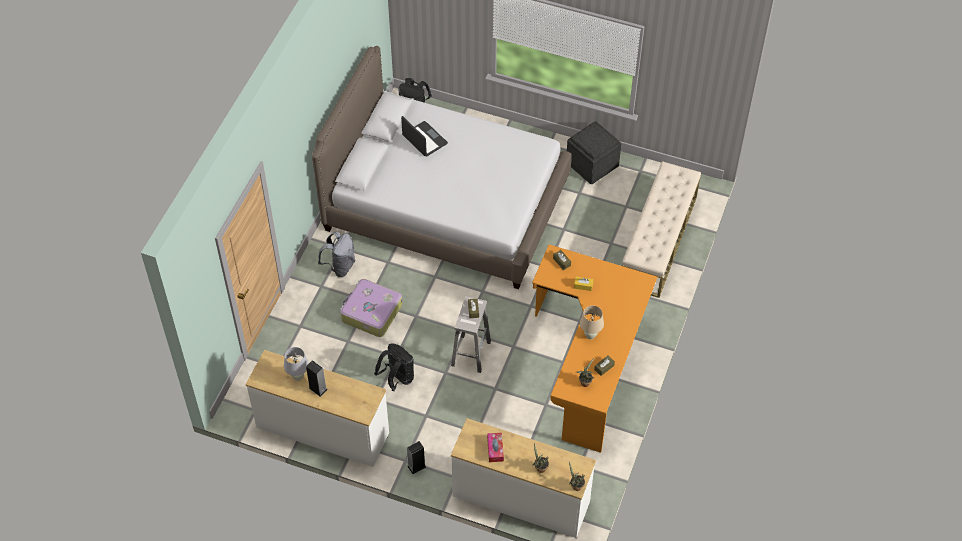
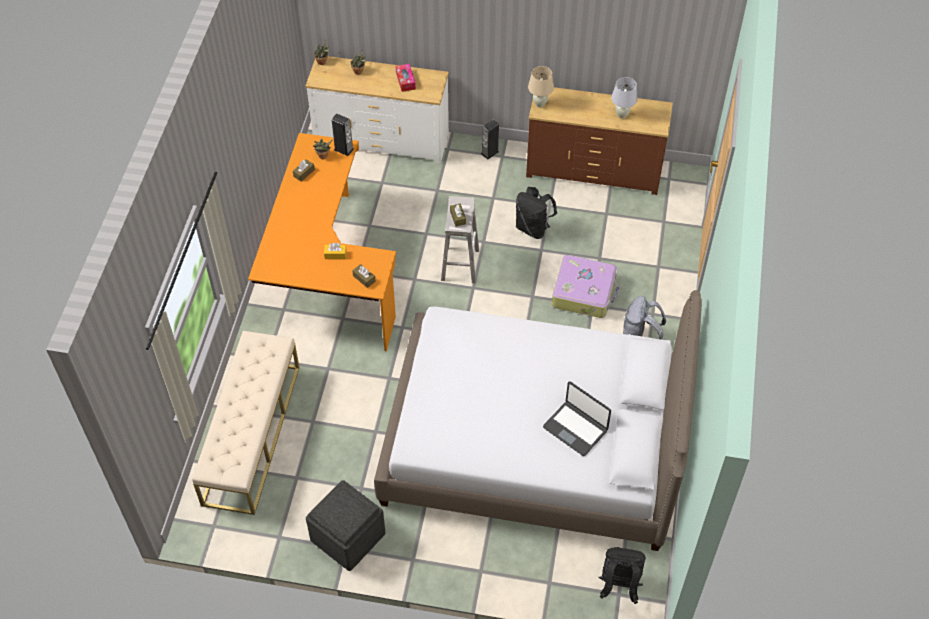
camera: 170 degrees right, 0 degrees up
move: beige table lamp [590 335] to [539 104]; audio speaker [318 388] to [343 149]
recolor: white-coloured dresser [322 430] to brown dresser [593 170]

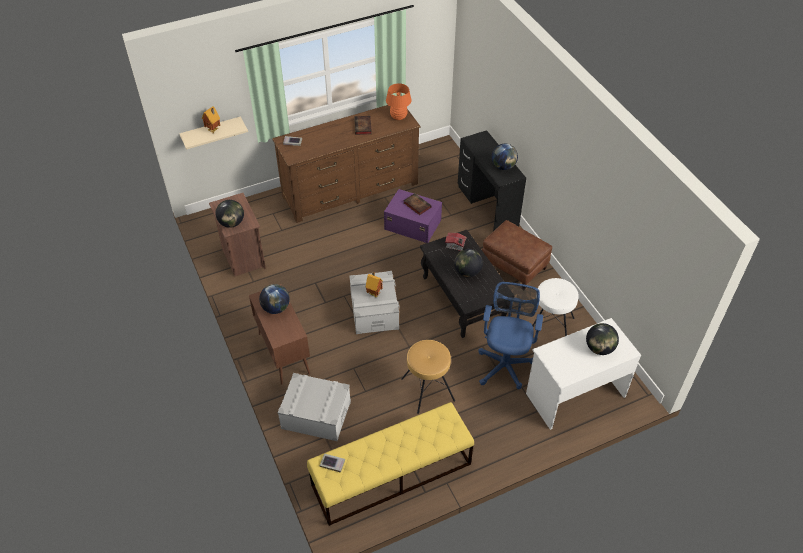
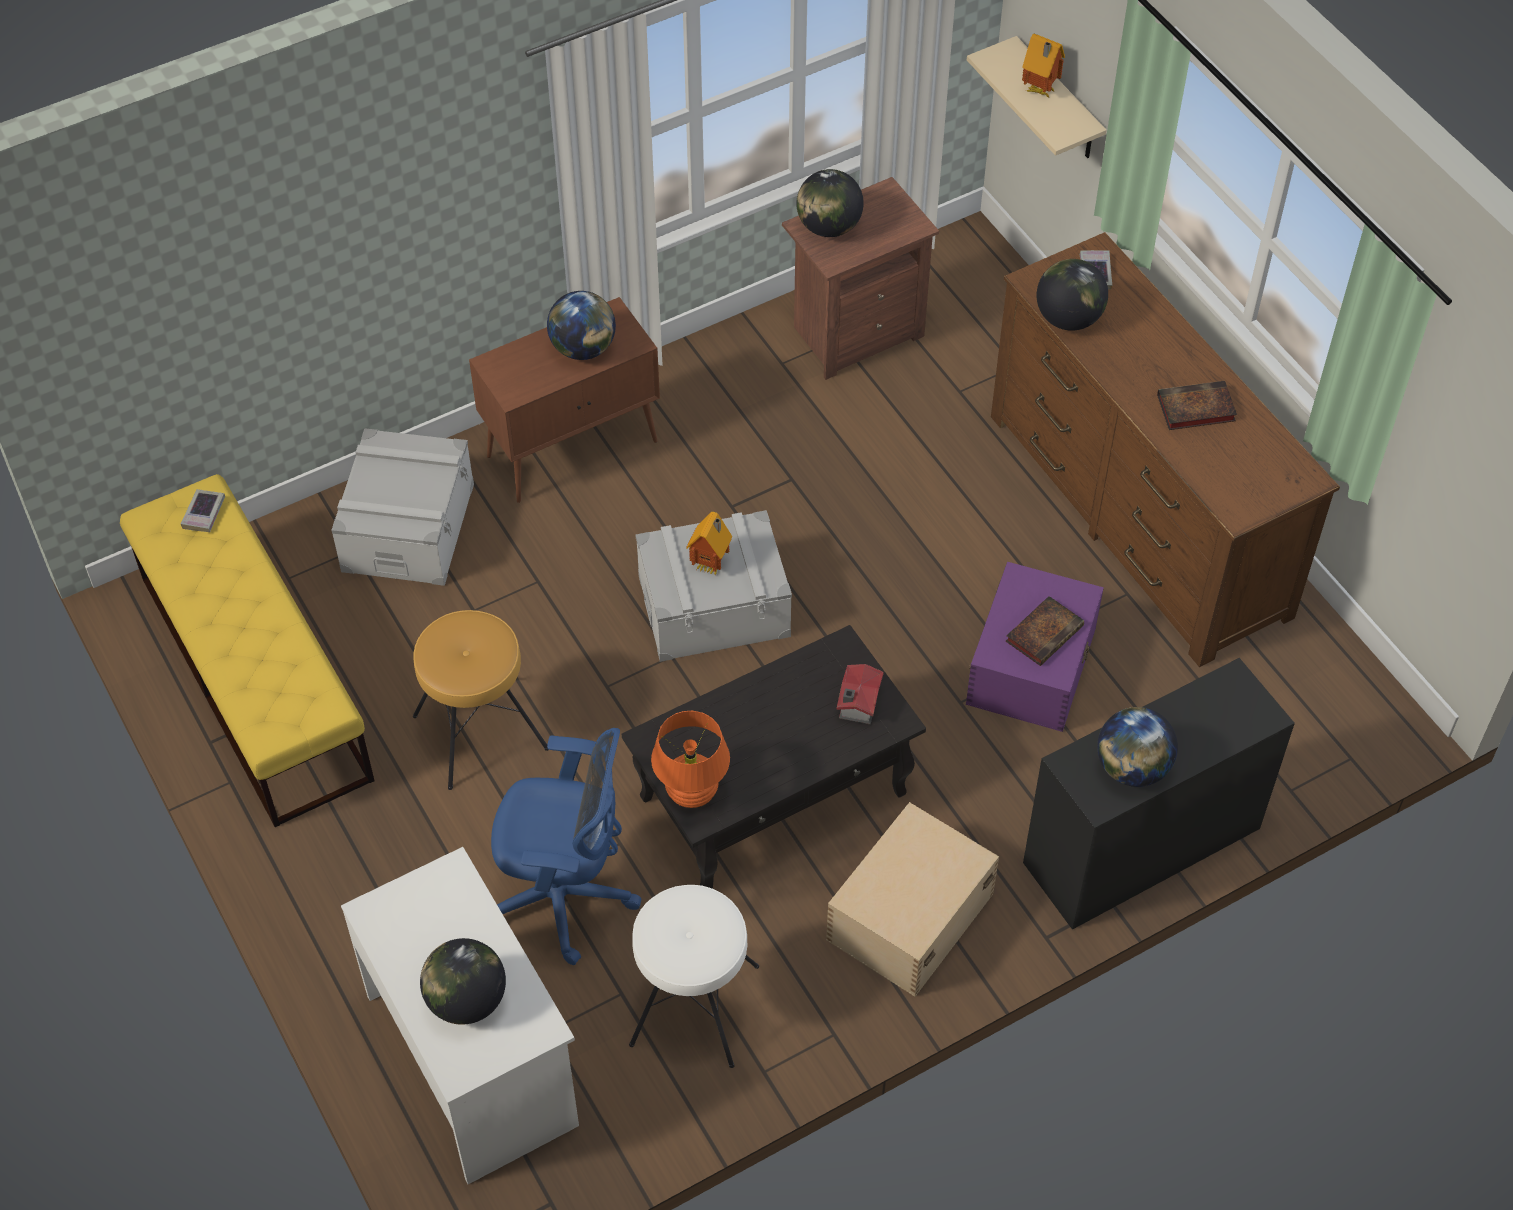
camera: 85 degrees right, 5 degrees up
move: orange table lamp [398 117] to [691 793]; desk globe [467 272] to [1068 318]
replace: brown ottoman [514 266] to beige storage container [908 917]

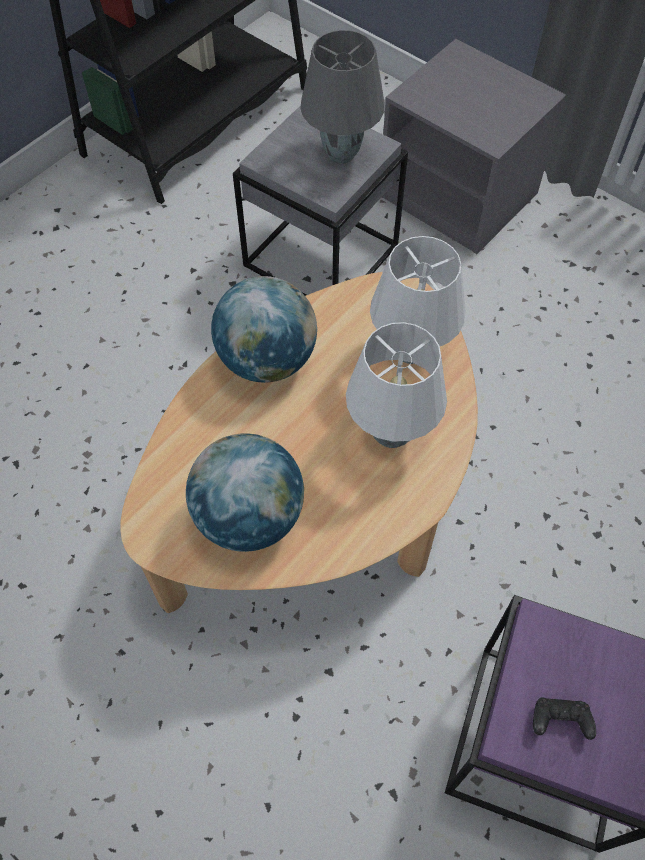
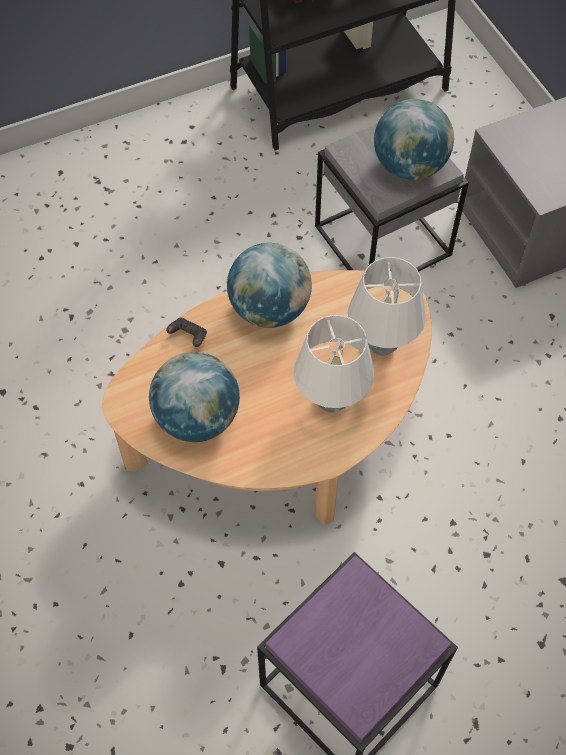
camera: 25 degrees right, 0 degrees up
move: black joypad [559 721] to [188 336]
replace: gray table lamp [342 154] to desk globe [409 166]

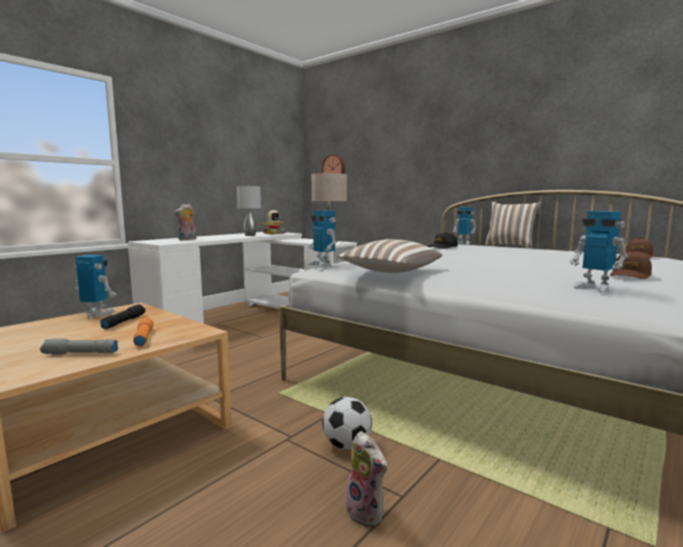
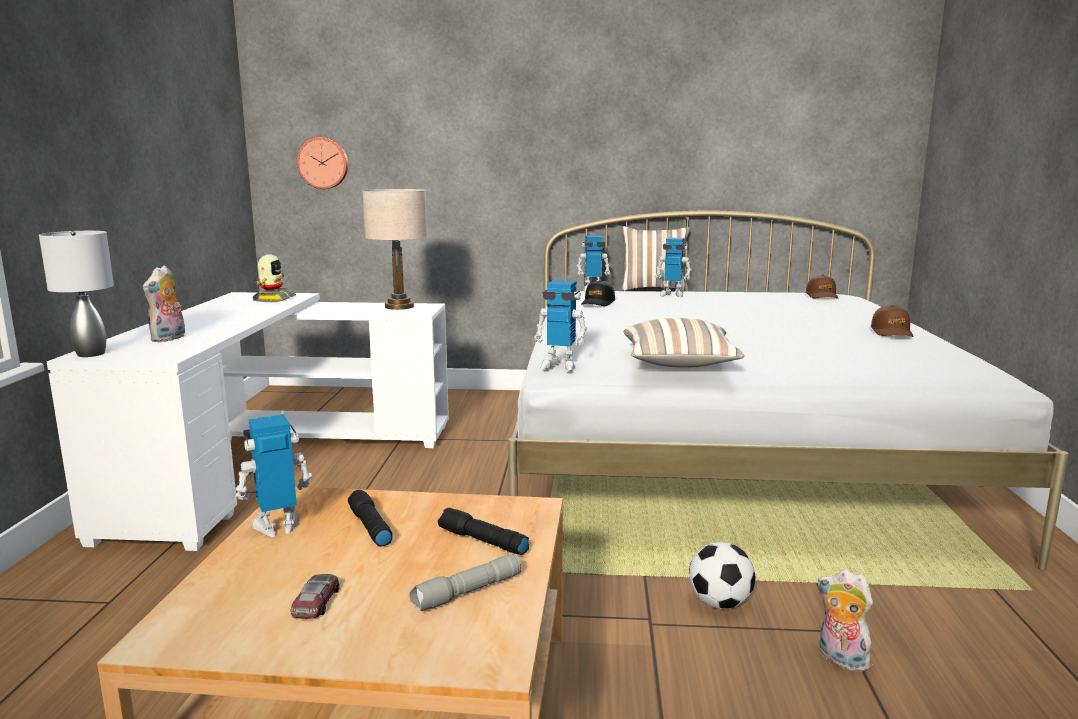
camera: 35 degrees left, 5 degrees up
insert: model car [316 602]
move: gray table lamp [250 235] to [92 354]; model robot [595 288] to [672 294]
recolor: orange torch [143 338] to black torch [481 541]
rotate: plush toy [367 512] = [840 659] 150 degrees counterclockwise

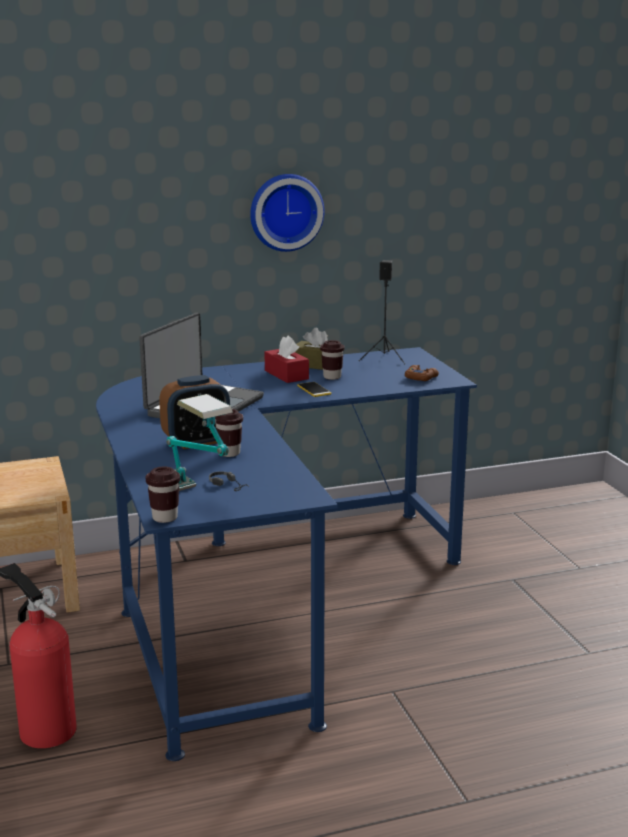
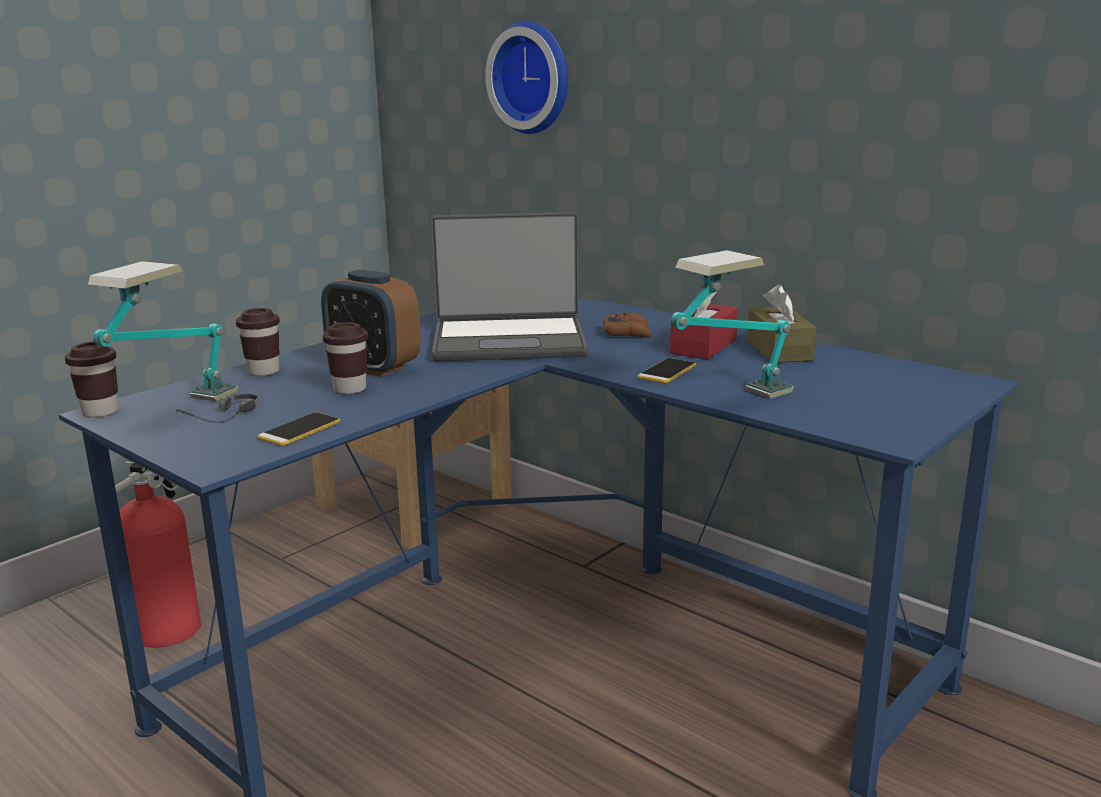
camera: 60 degrees right, 0 degrees up
delete: black audio speaker [384 358]
insert: table lamp [730 402]; telephone [299 430]
move: clock on the wall [285 212] to [533 78]; brown cup [332 377] to [263 371]; brown joypad [420 378] to [627 333]

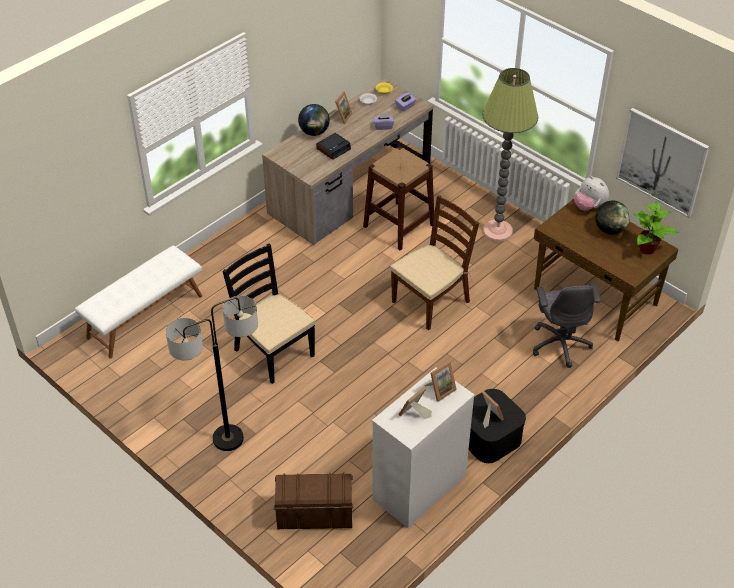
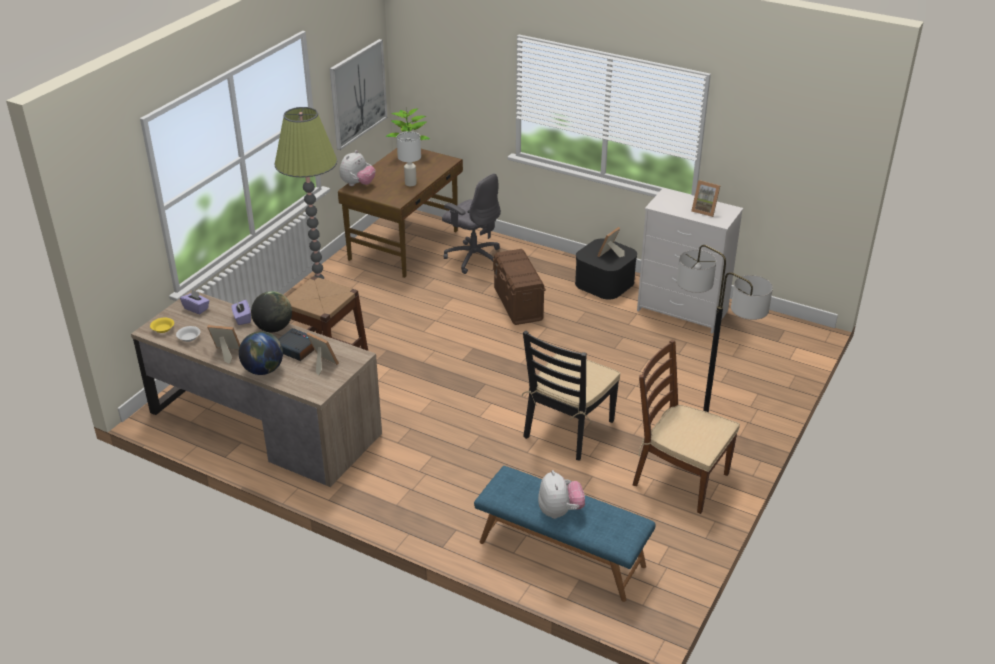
camera: 105 degrees left, 10 degrees down
insert: white-coloured table lamp [411 183]; plush toy [560 511]
move: brown plain chair [431 301] to [679 479]; desk globe [609 230] to [274 328]; picture frame [440 390] to [322 364]; brown storage container [314 515] to [518 304]
recolor: white-coloured bench [144 316] to blue bench [561 554]
rotate: gray computer chair [560 343] = [473 258] 60 degrees clockwise

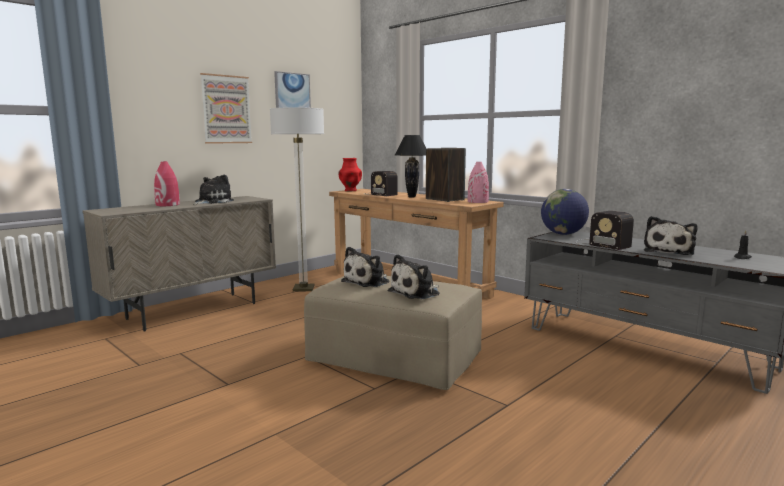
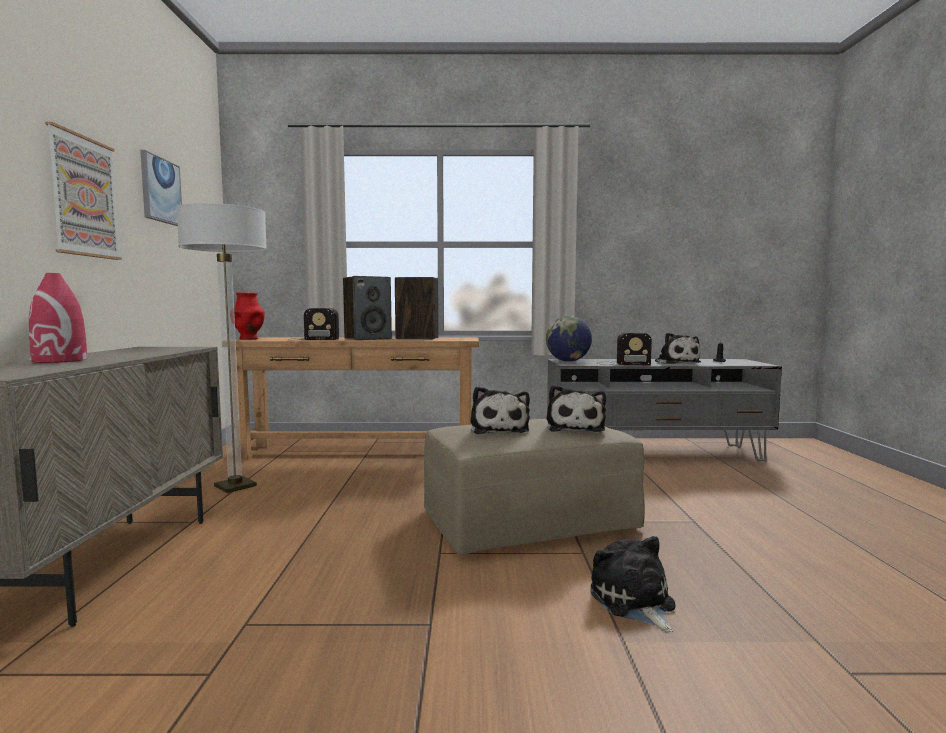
camera: 45 degrees left, 5 degrees down
delete: pink-coloured flower vase [478 201]
move: plush toy [212 202] to [633 602]
replace: black table lamp [412 197] to audio speaker [368 339]

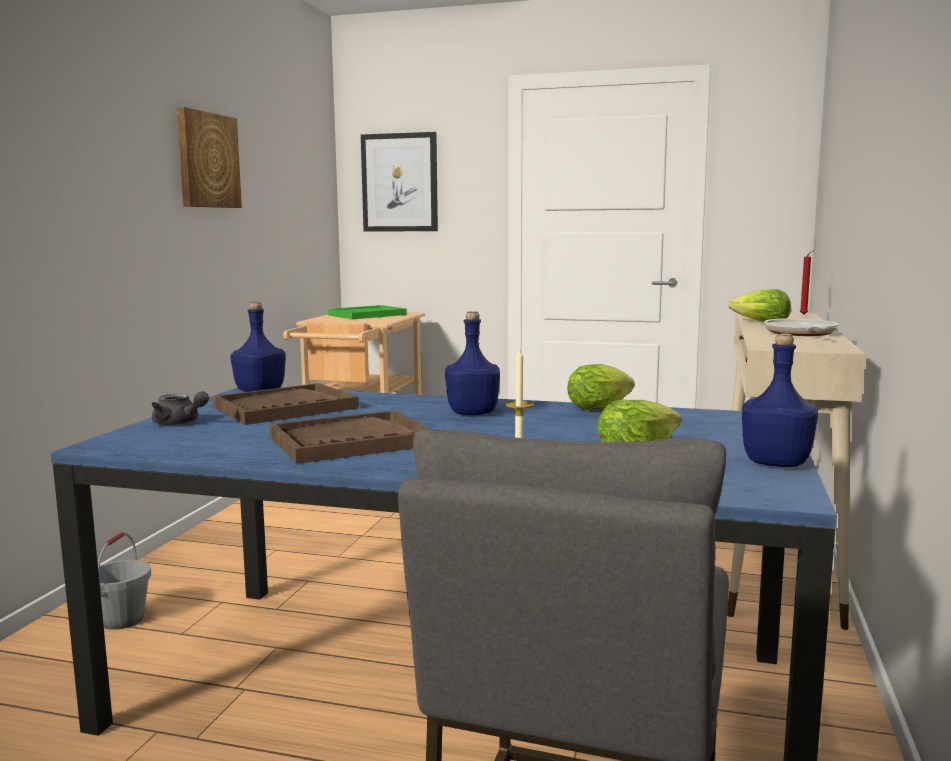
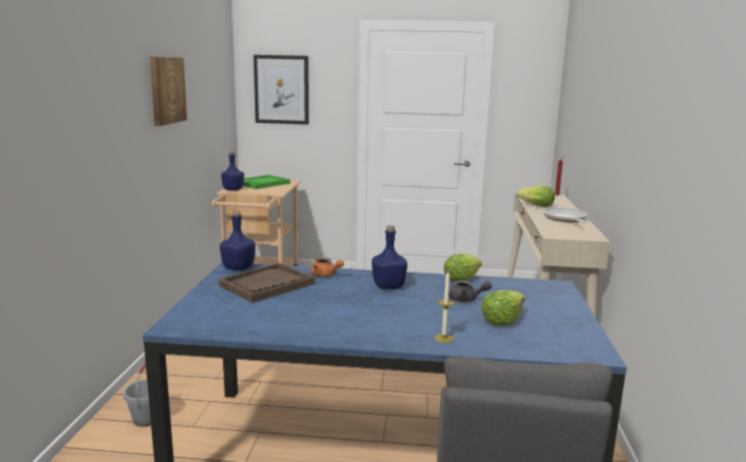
camera: 10 degrees left, 5 degrees up
delete: brown carrying tray [350 441]
insert: orange tea pot [325 275]
move: blue drink bottle [778 463] to [233 189]; gray tea pot [180 423] to [466 300]

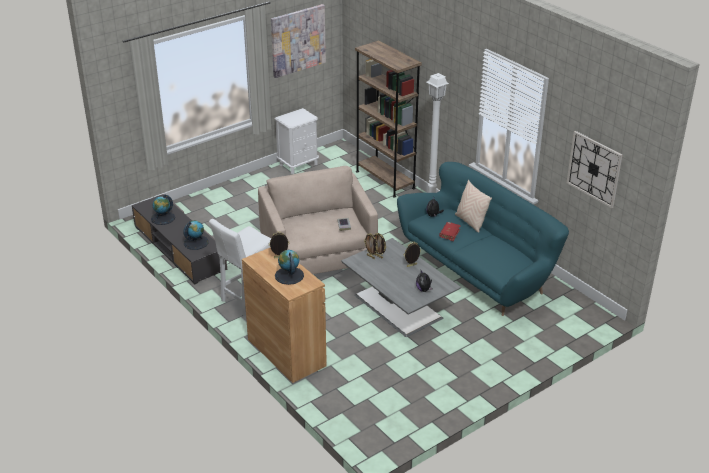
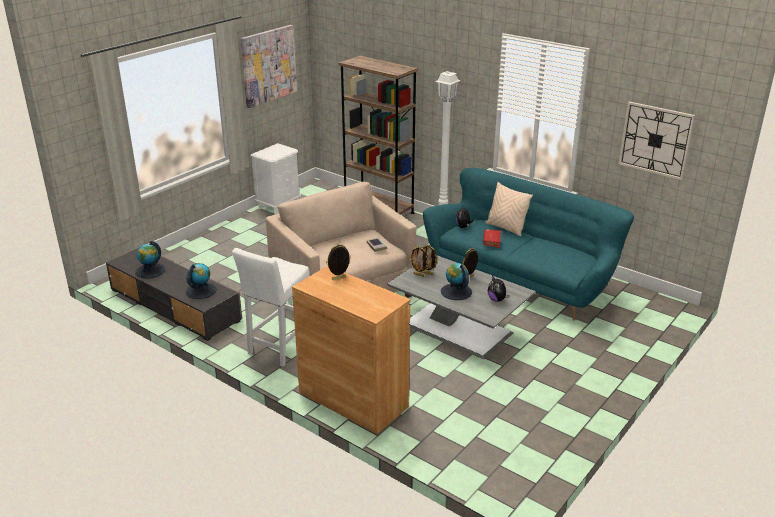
camera: 15 degrees left, 5 degrees down
move: desk globe [289 275] to [456 292]

